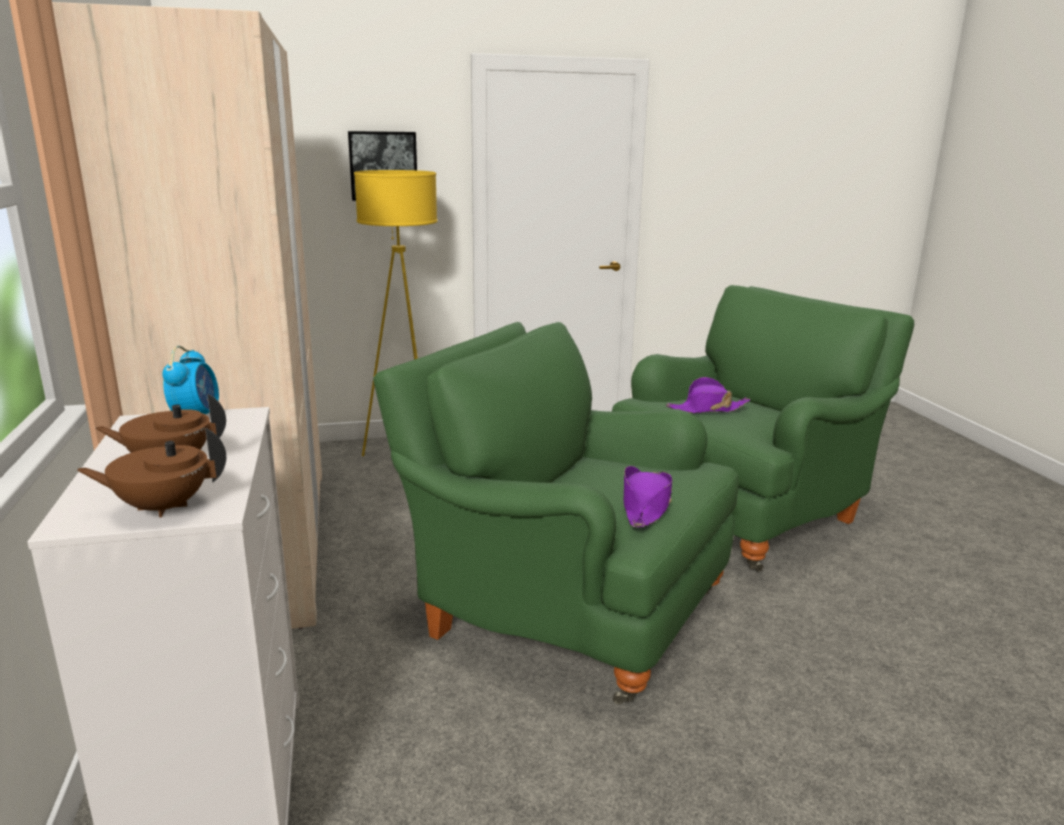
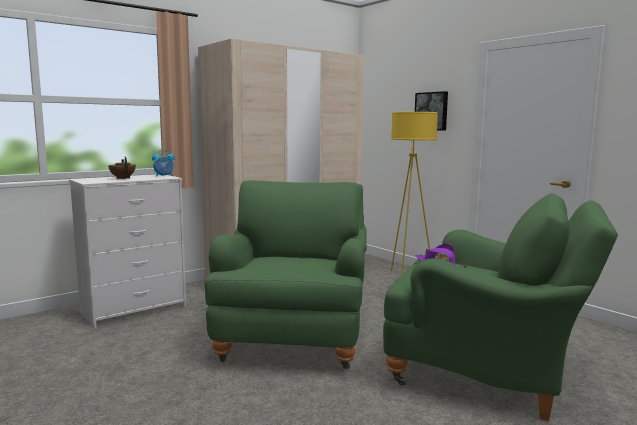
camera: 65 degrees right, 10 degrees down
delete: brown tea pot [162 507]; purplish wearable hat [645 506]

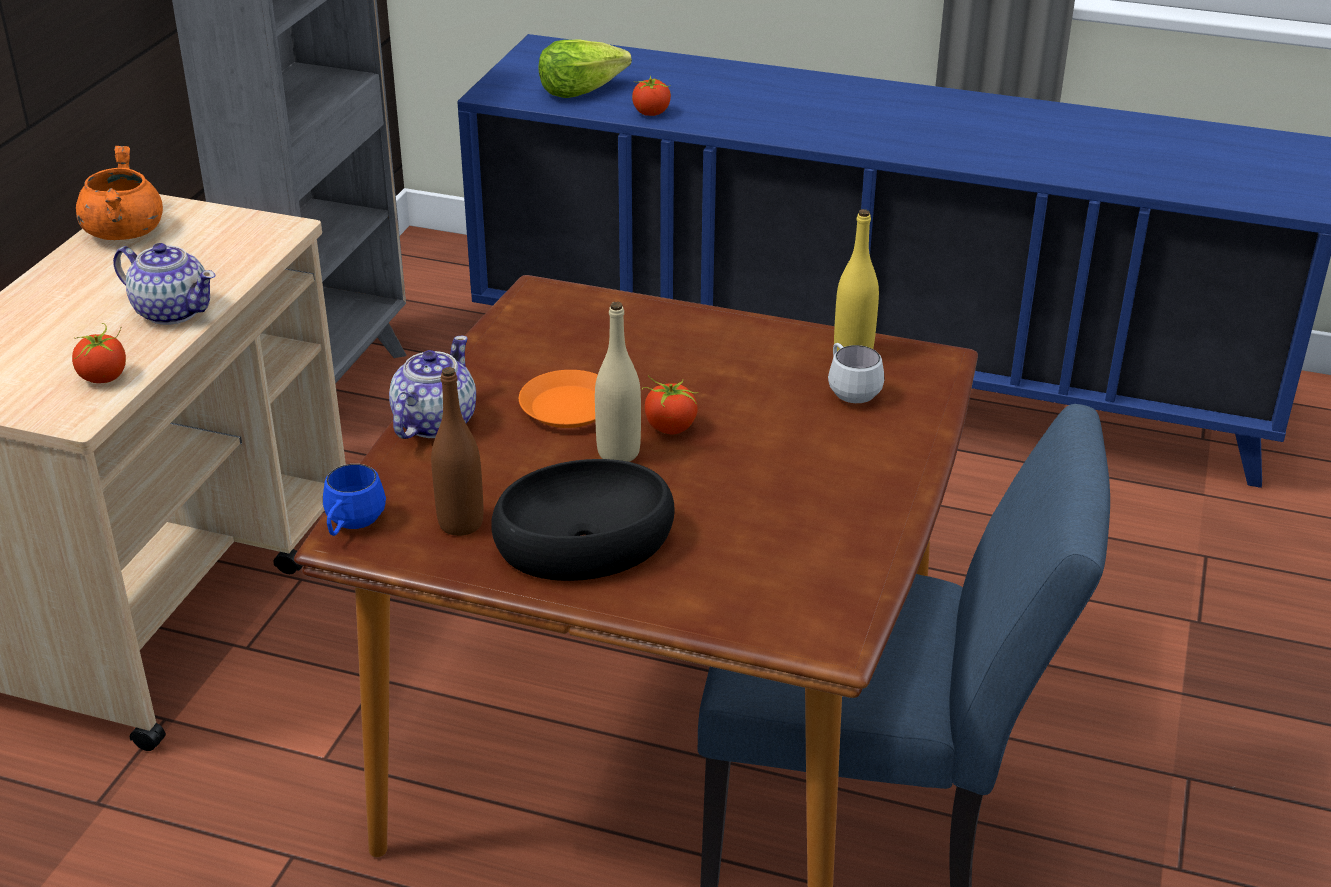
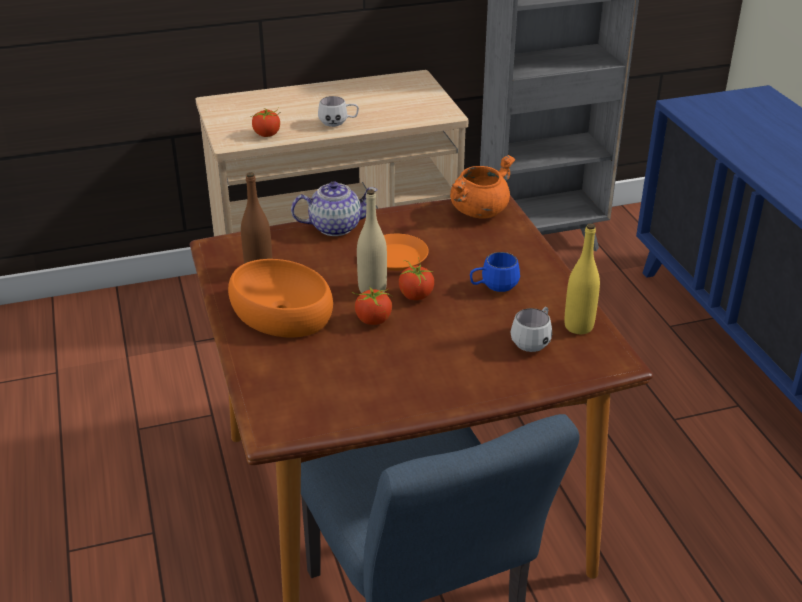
camera: 55 degrees right, 0 degrees up
delete: head of lettuce [580 90]
move: fresh tomato [651 113] to [373 320]; orange stockpot [124 232] to [479 211]; blue mug [351 526] to [493 287]
replace: tea pot [172 311] to white-coloured mug [338 123]
recolor: black bowl [583 543] to orange bowl [280 312]

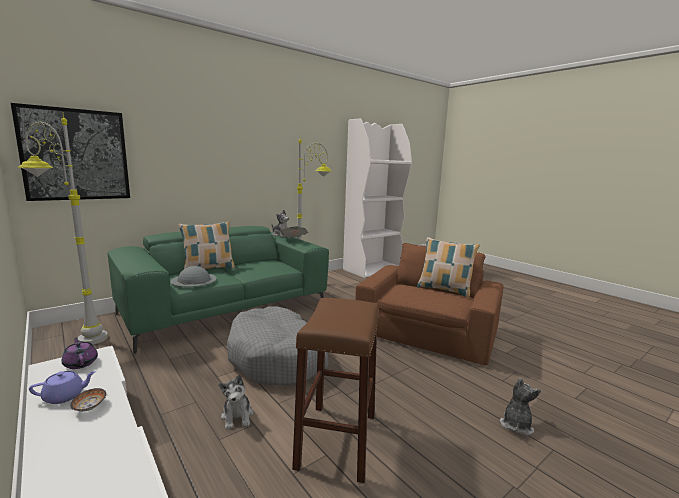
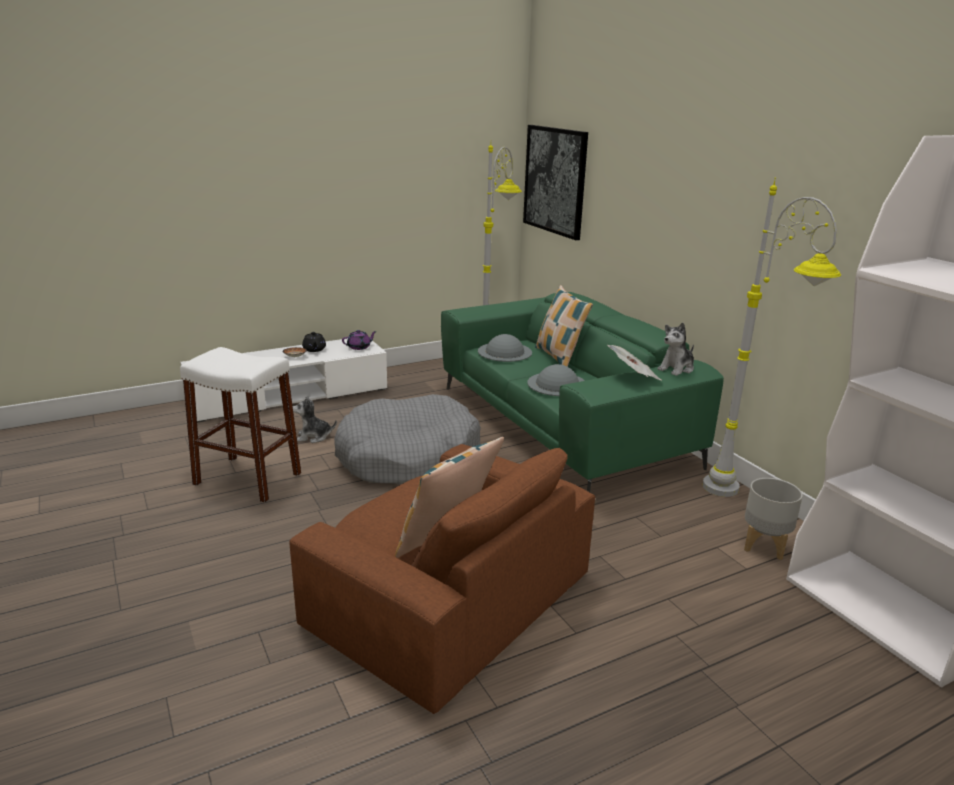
camera: 100 degrees right, 10 degrees up
delete: plush toy [516 425]
insert: gray wearable hat [557 384]; gray planter [765 546]
recolor: brown sitting stool [337 440] to white-coloured sitting stool [248 479]; purplish tea pot [65 396] to black tea pot [314 349]

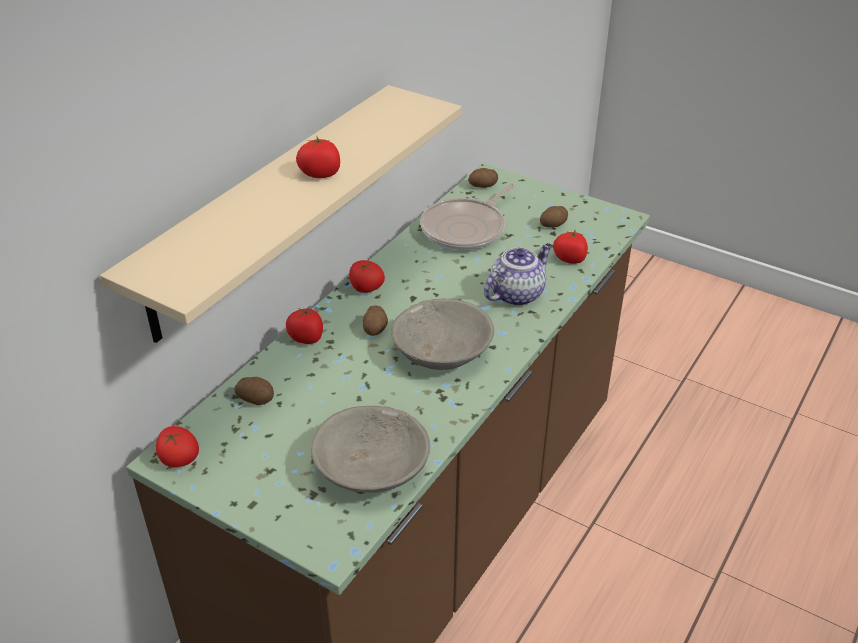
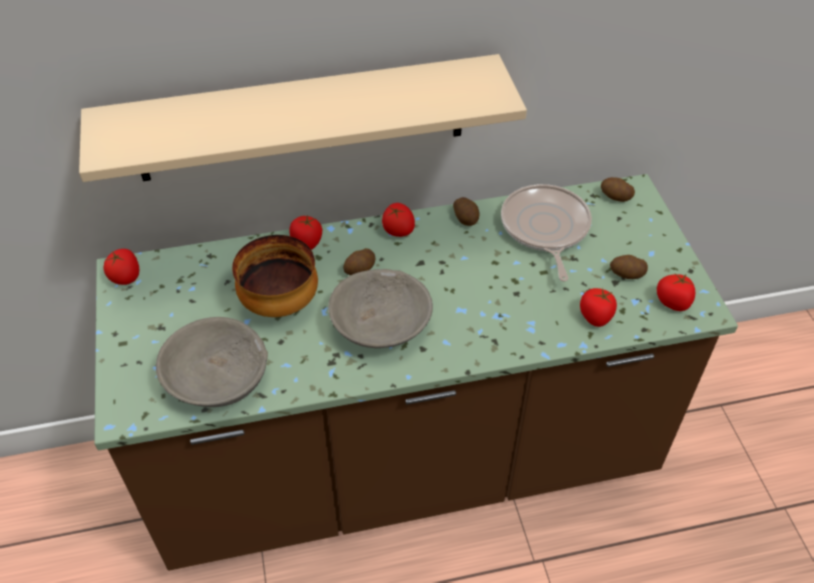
camera: 45 degrees right, 10 degrees up
delete: tea pot [517 293]
insert: bowl [280 304]
move: fresh tomato [320 174] to [673 302]; whole potato [256 398] to [466 218]
rotate: pan [466 229] = [545 229] 90 degrees clockwise

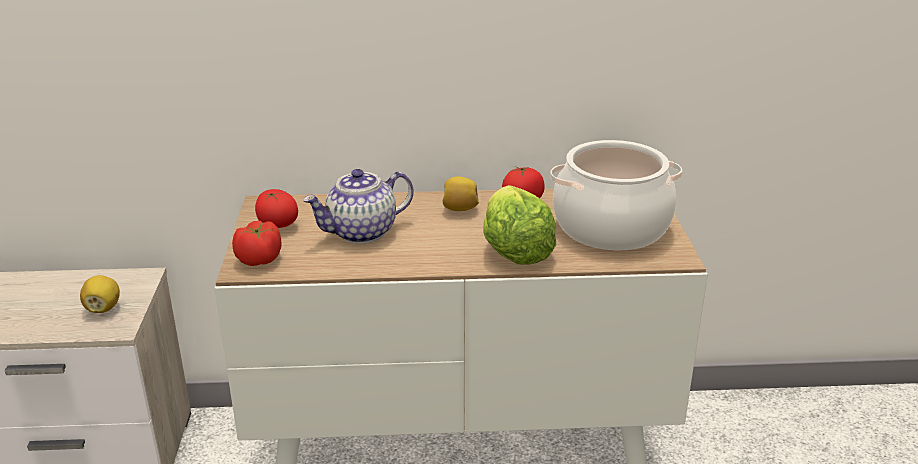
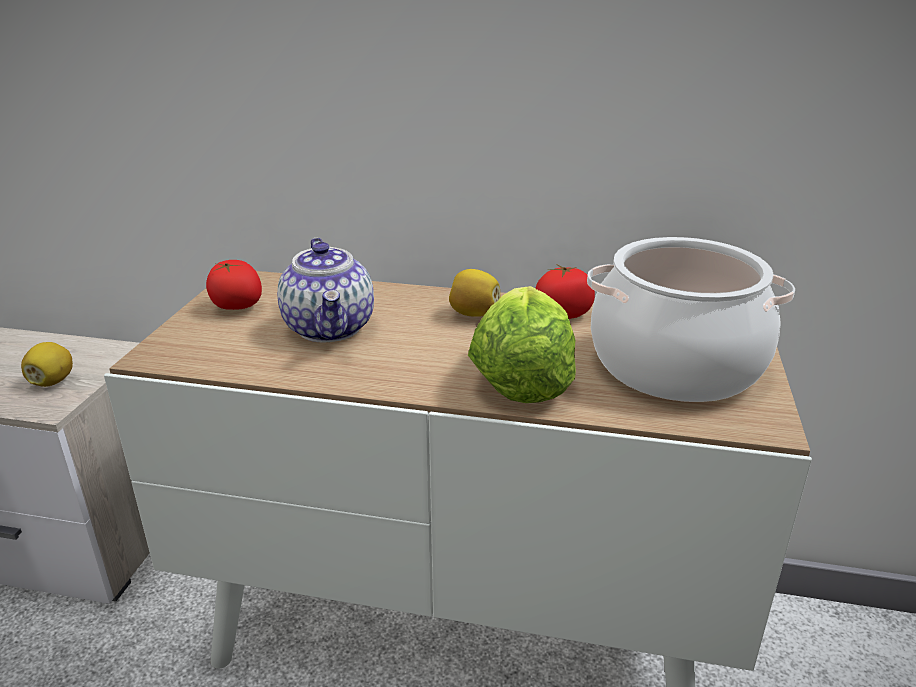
camera: 15 degrees right, 0 degrees up
delete: fresh tomato [259 259]
rotate: tea pot [361 233] = [330 328] 90 degrees counterclockwise

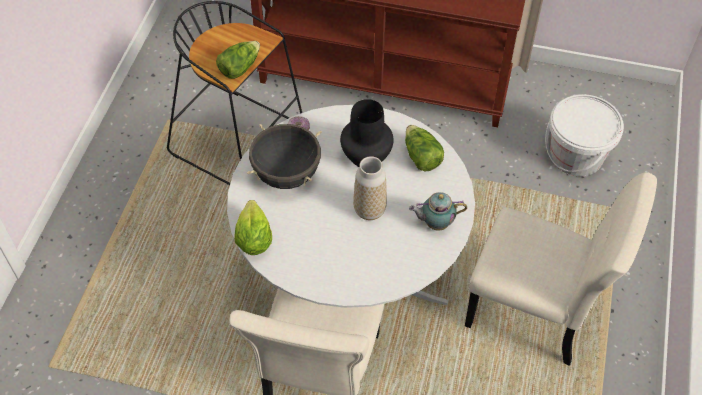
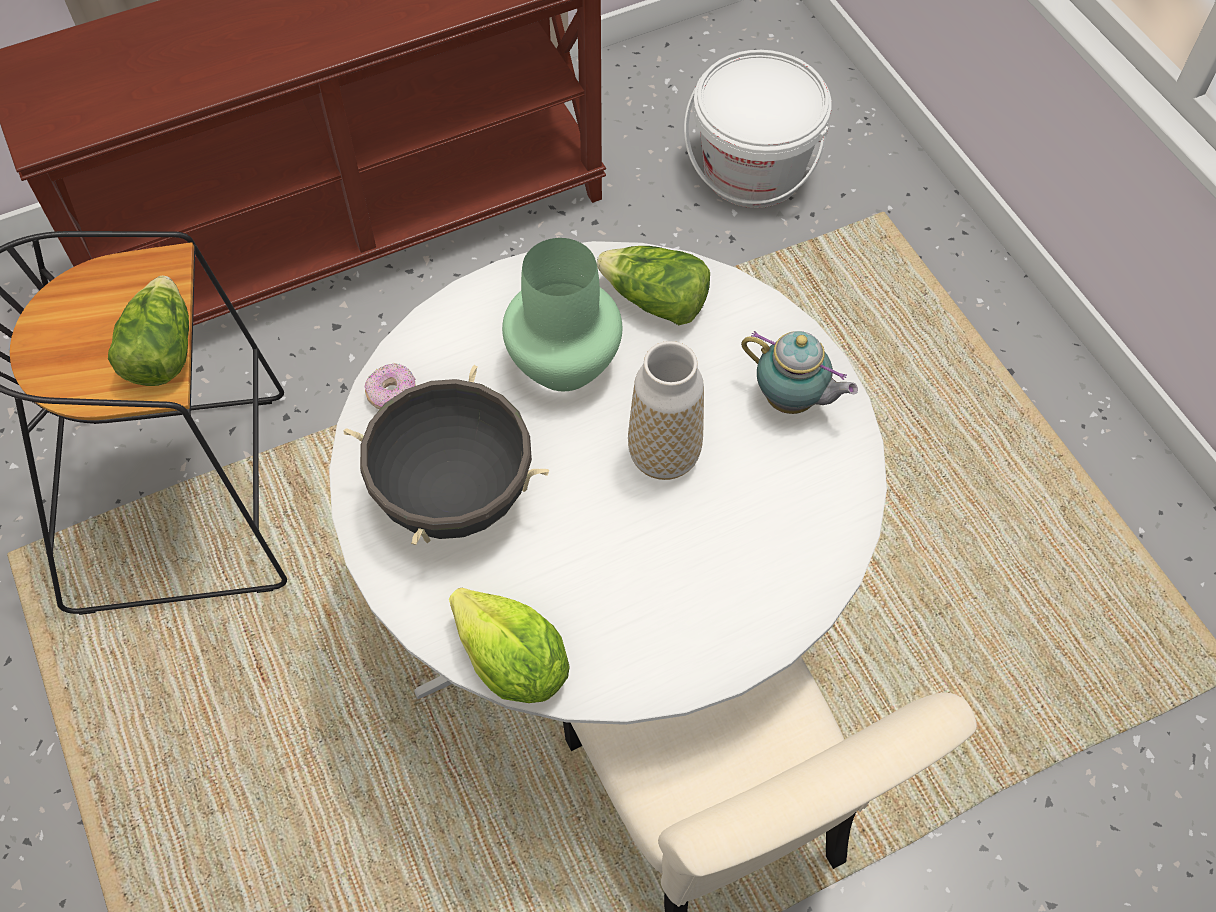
camera: 40 degrees left, 5 degrees up
delete: beige plain chair [535 313]
recolor: black flower vase [365 156] to greenish flower vase [562 364]
rotate: tea pot [435 223] = [792 401] 105 degrees counterclockwise

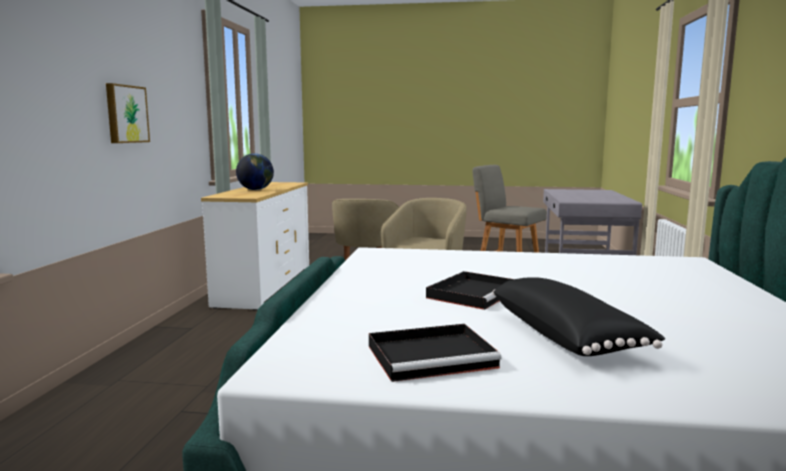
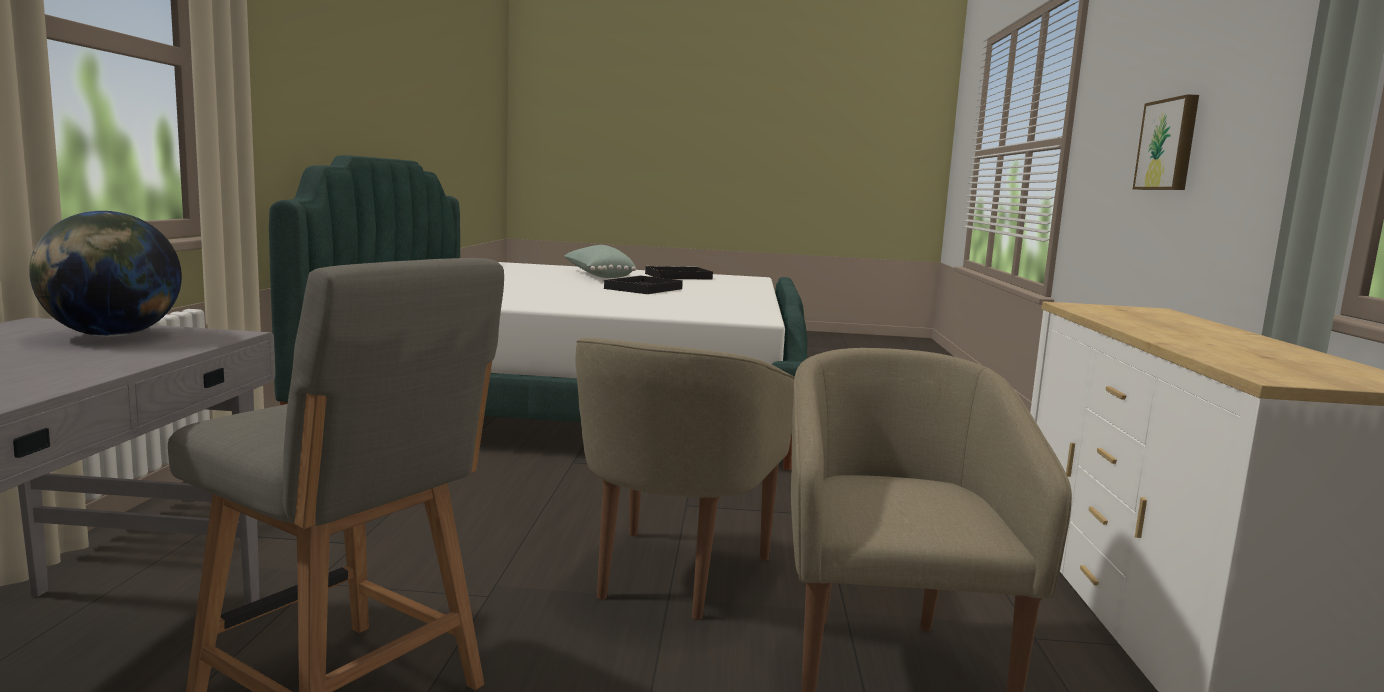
camera: 175 degrees right, 0 degrees up
move: desk globe [255 190] to [112 335]
recolor: black pillow [566 336] to greenish pillow [598 276]

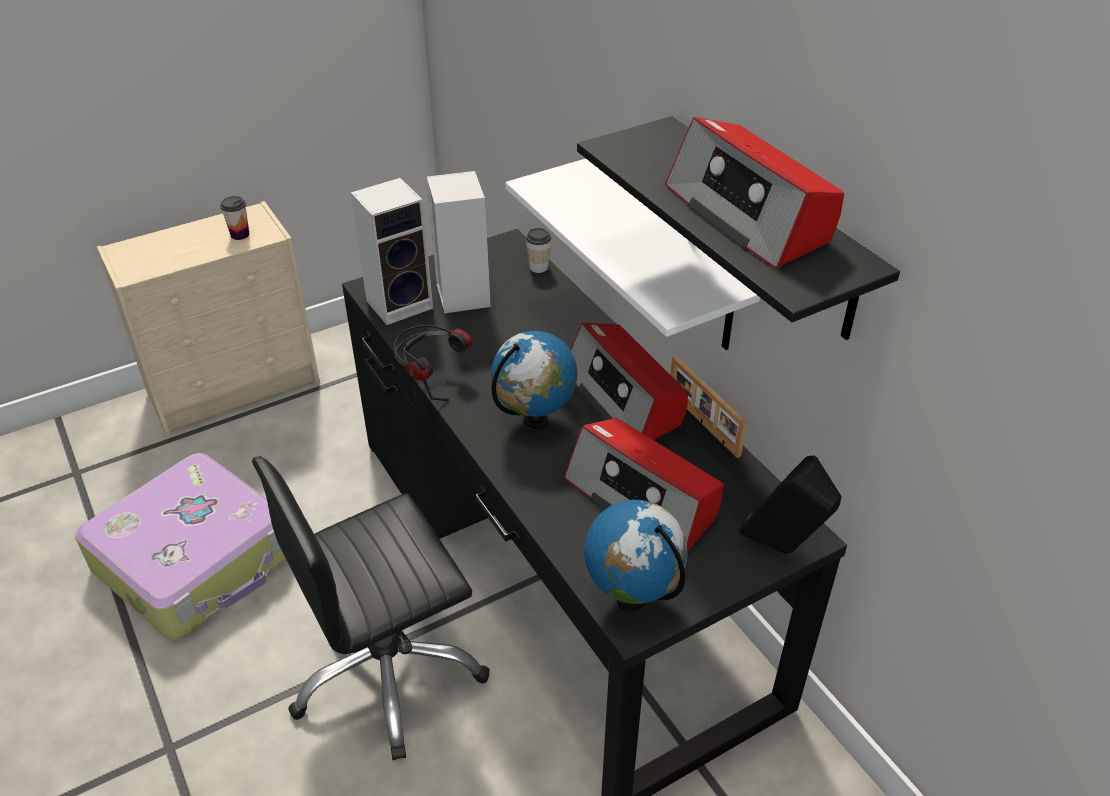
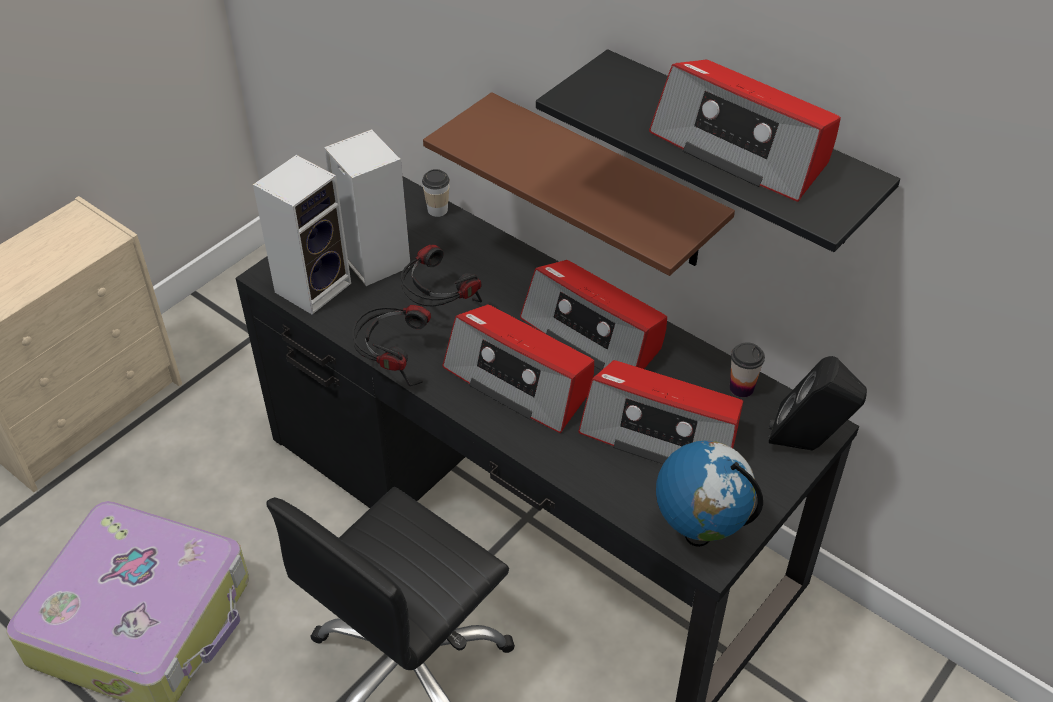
camera: 20 degrees left, 5 degrees up
delete: picture frame [702 423]
insert: headset [439 308]
move: cup [240 235] to [741 388]
replace: desk globe [535 421] to radio [520 380]
recolor: white-coloured wall shelf [664 255] to brown wall shelf [604 182]

